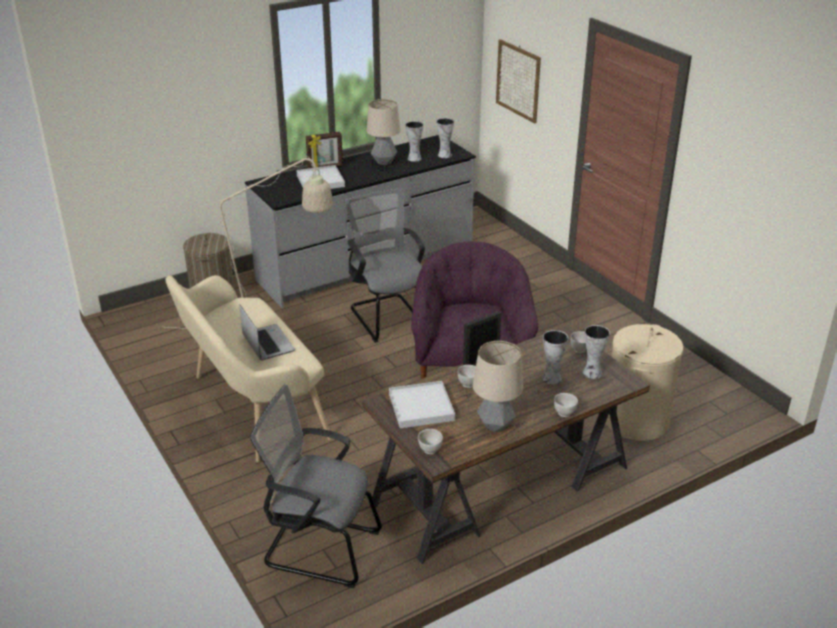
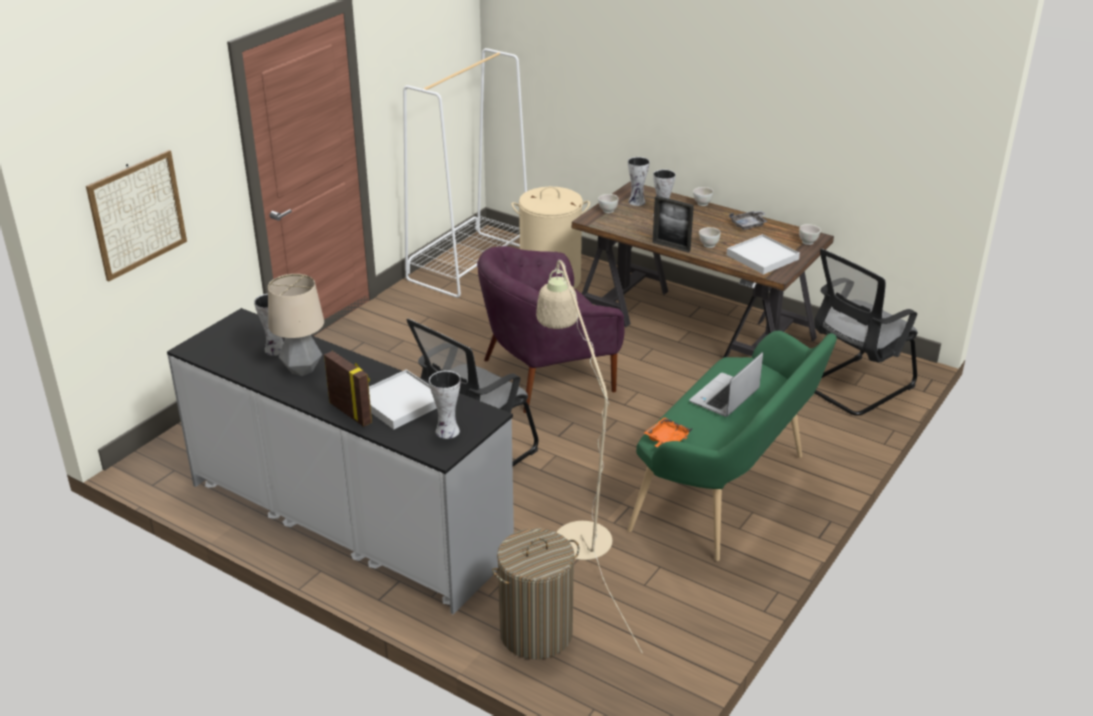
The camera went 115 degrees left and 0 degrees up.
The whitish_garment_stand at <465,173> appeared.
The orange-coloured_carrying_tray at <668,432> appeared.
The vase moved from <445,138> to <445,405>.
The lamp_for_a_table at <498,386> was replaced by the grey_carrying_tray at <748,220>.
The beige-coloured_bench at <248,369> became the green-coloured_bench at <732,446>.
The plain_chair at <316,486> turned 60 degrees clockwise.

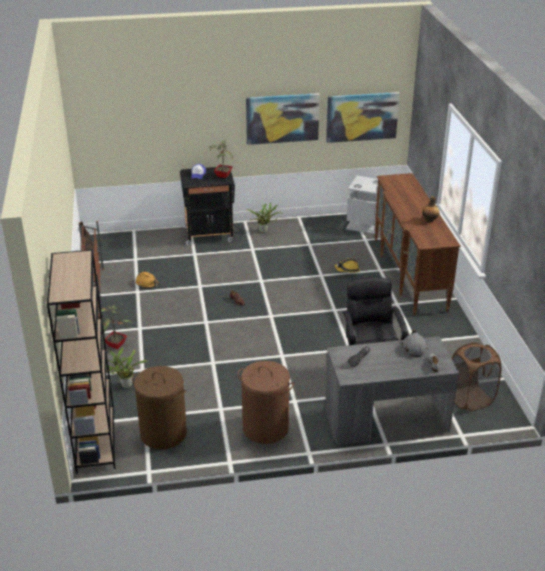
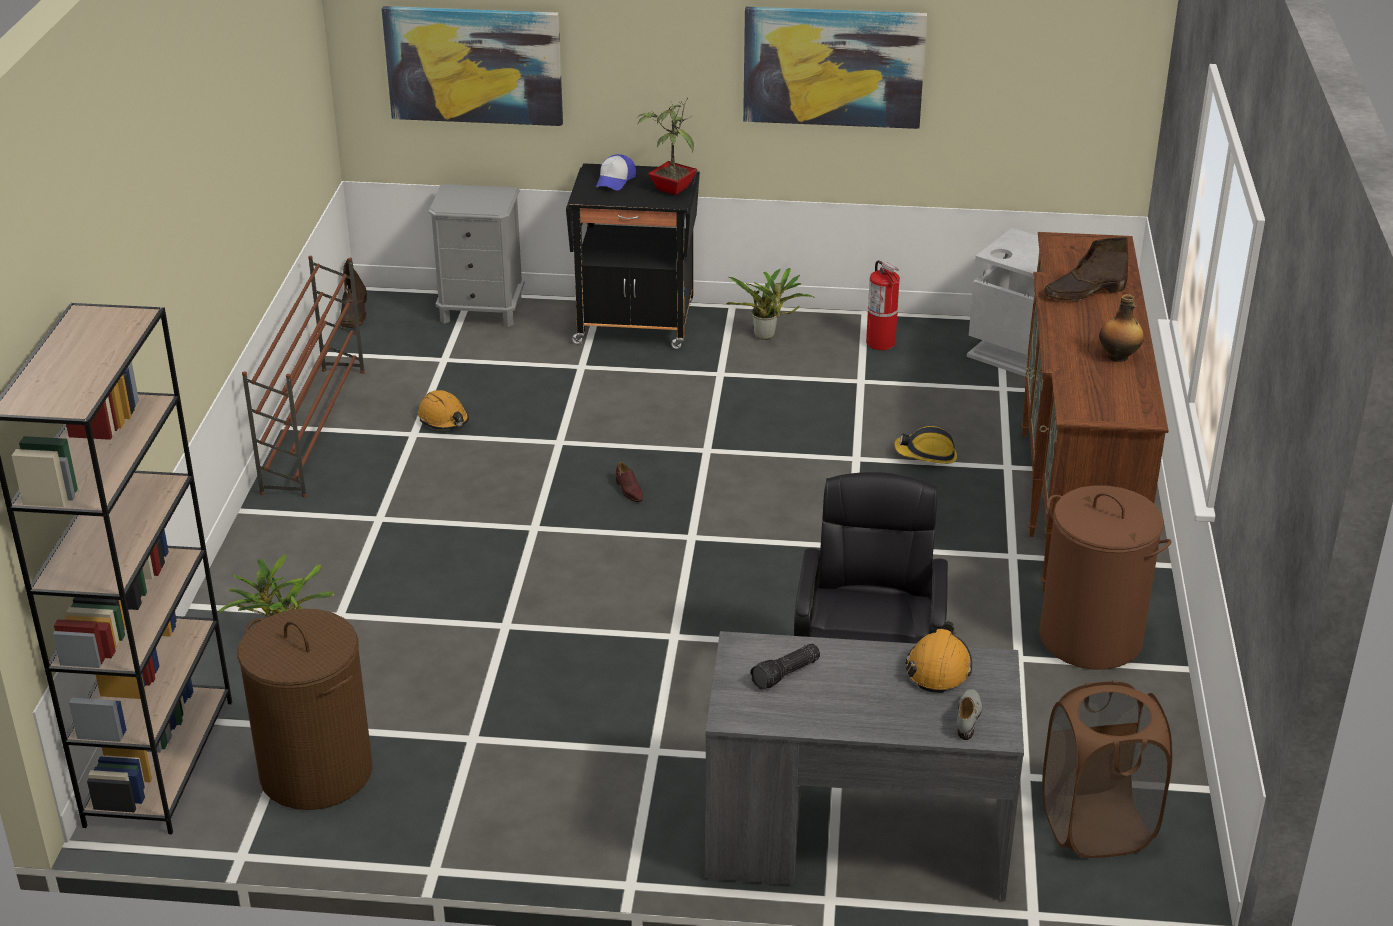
The camera went 15 degrees right and 0 degrees up.
The plant_in_a_pot at <115,327> disappeared.
The grey_night_table at <476,255> appeared.
The extinguisher at <883,305> appeared.
The brown_tall_boot at <1086,269> appeared.
The brown_washing_basket moved from <266,402> to <1105,577>.
The picture moved from <363,117> to <472,66>.
The grey_work_helmet at <415,343> became the orange-coloured_work_helmet at <938,657>.

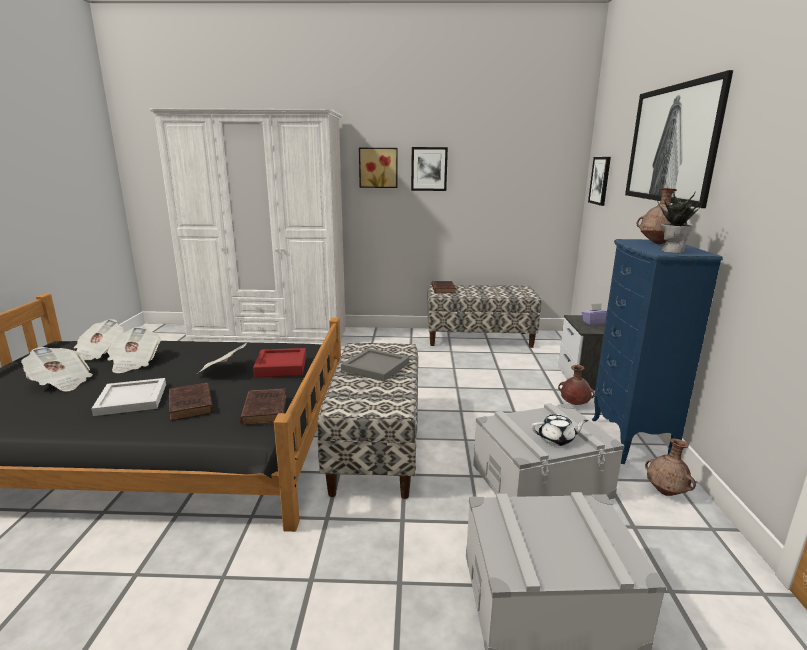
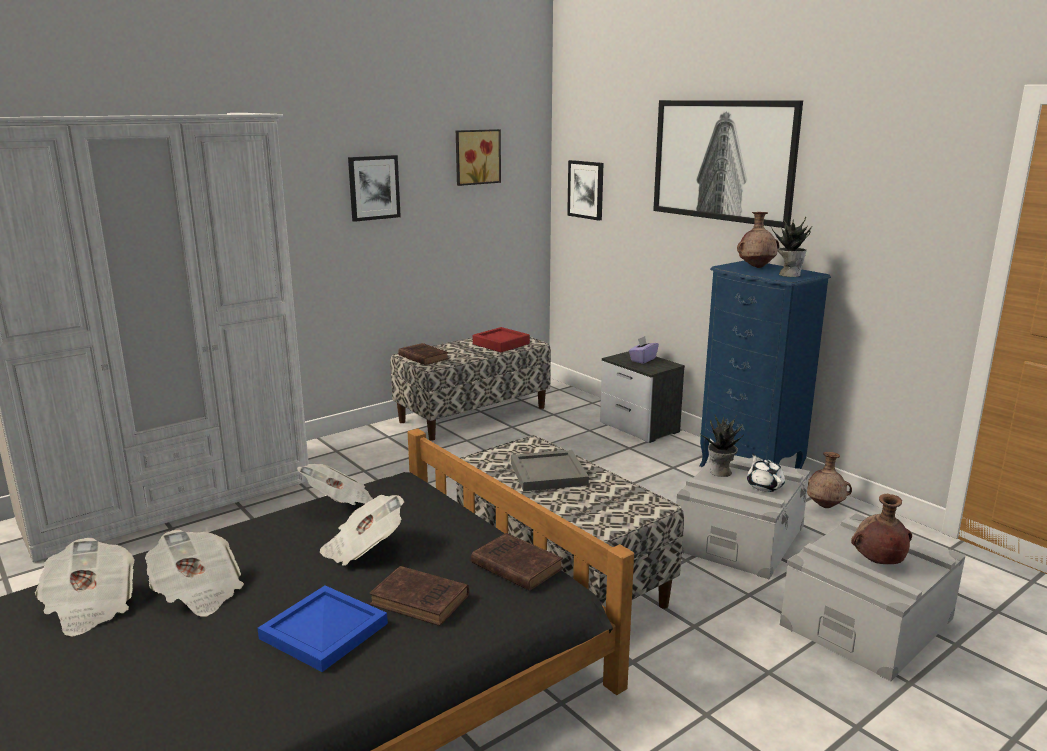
The camera went 40 degrees left and 0 degrees up.
The plant_in_a_pot at <723,446> appeared.
The newspaper moved from <57,369> to <335,484>.
The reddish_carrying_tray moved from <279,363> to <501,339>.
The picture moved from <378,168> to <478,157>.
The brown_vase moved from <576,385> to <881,529>.
The whitish_carrying_tray at <128,397> became the blue-coloured_carrying_tray at <322,628>.
The whitish_teapot at <560,430> turned 60 degrees counterclockwise.

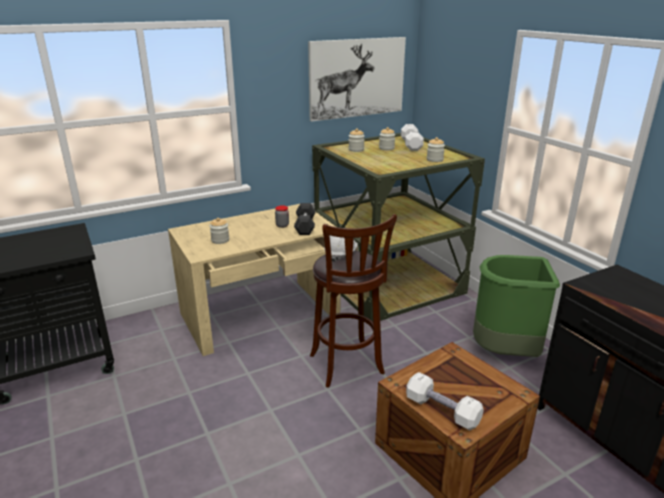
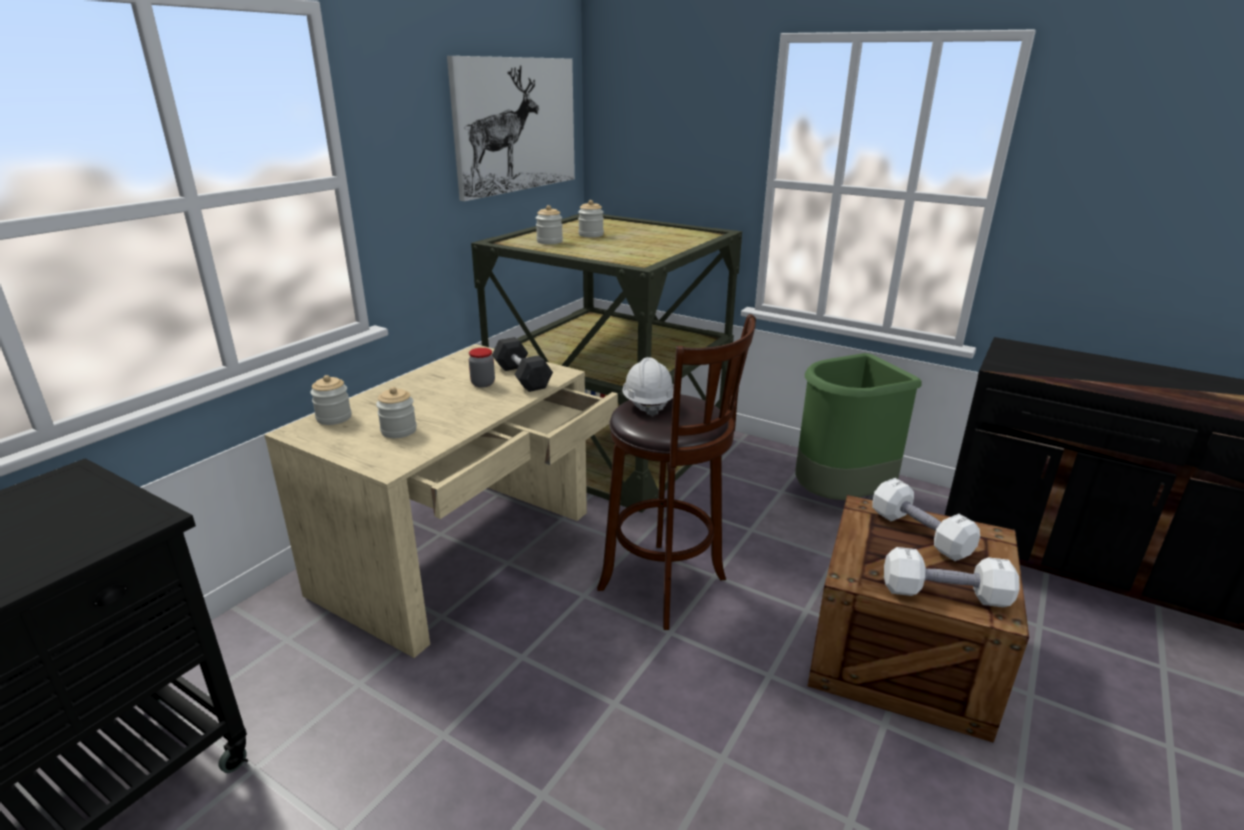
The camera went 30 degrees left and 0 degrees up.
The whitish_free_weight moved from <412,137> to <926,519>.
The storage_jar moved from <436,149> to <330,400>.

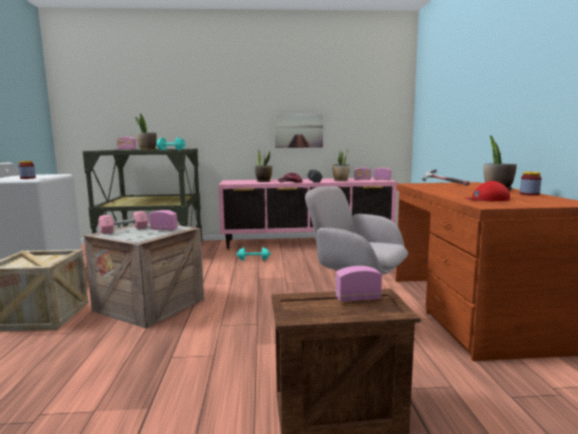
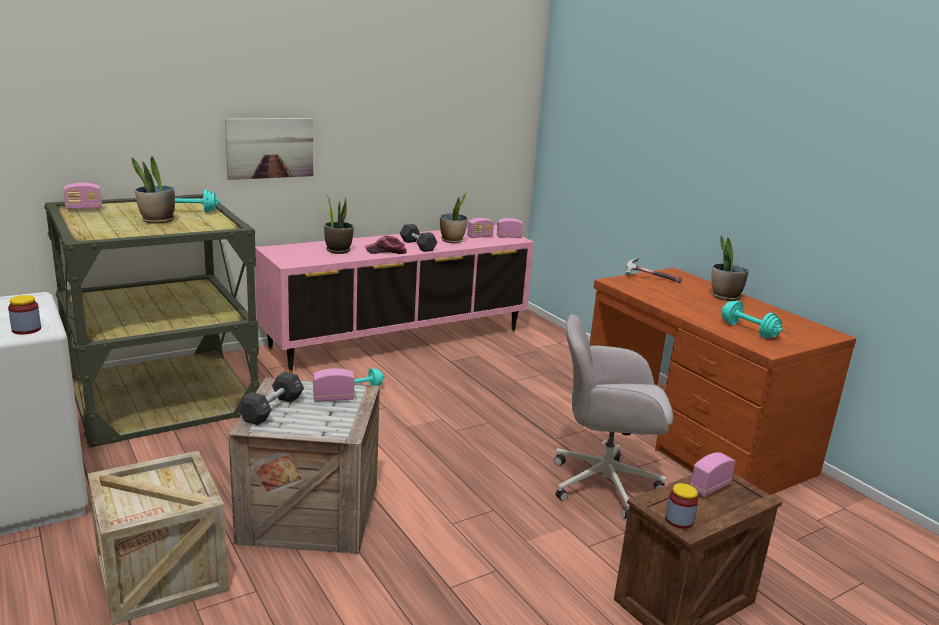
The camera went 30 degrees left and 10 degrees up.
The picture moved from <299,131> to <269,149>.
The storage_jar moved from <531,184> to <682,506>.
The reddish_baseball_cap at <487,191> was replaced by the turquoise-coloured_free_weight at <752,319>.
The pink_free_weight at <123,222> became the blackish_free_weight at <271,398>.

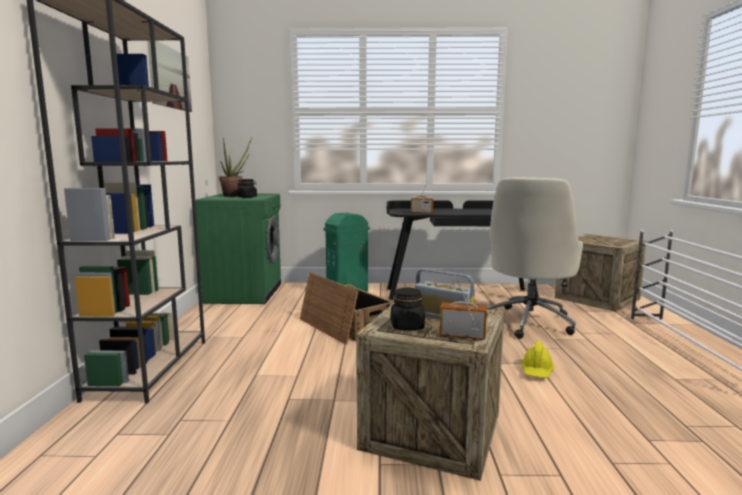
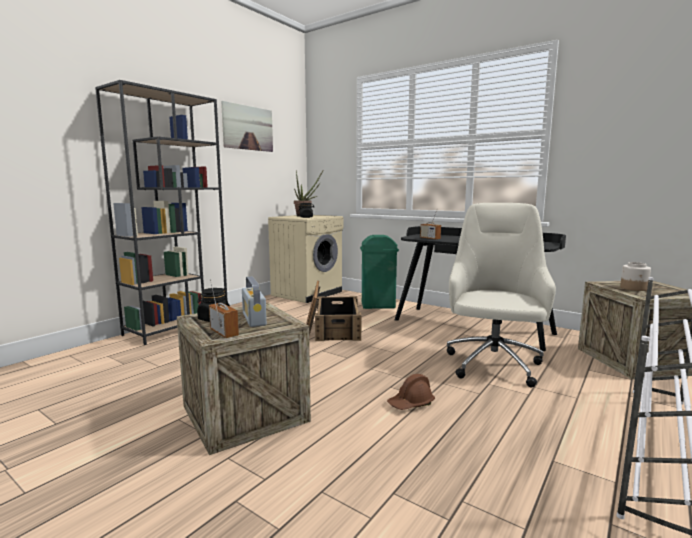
The camera went 35 degrees right and 0 degrees up.
The storage_jar at <635,276> appeared.
The green-coloured_laundry_appliance at <238,249> became the beige-coloured_laundry_appliance at <306,259>.
The yellowish_work_helmet at <537,360> became the brown_work_helmet at <411,392>.
The beige-coloured_office_chair at <535,258> turned 135 degrees clockwise.

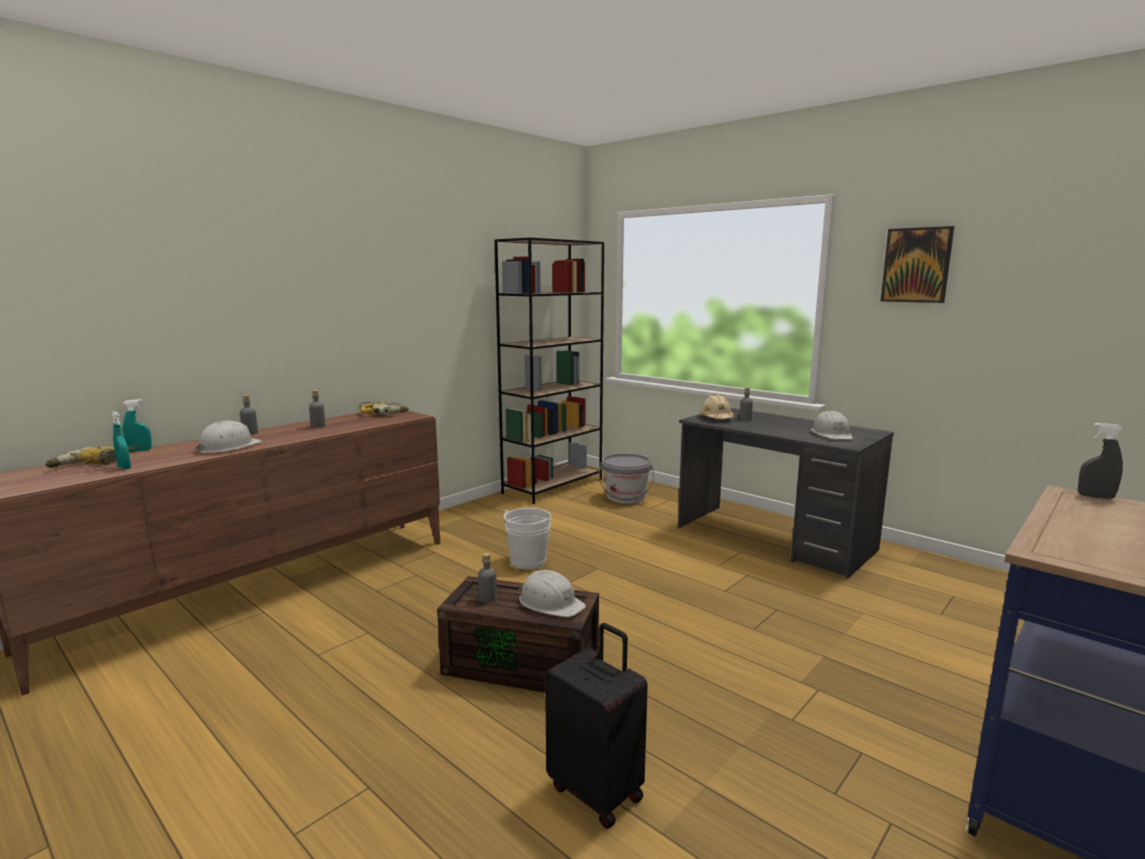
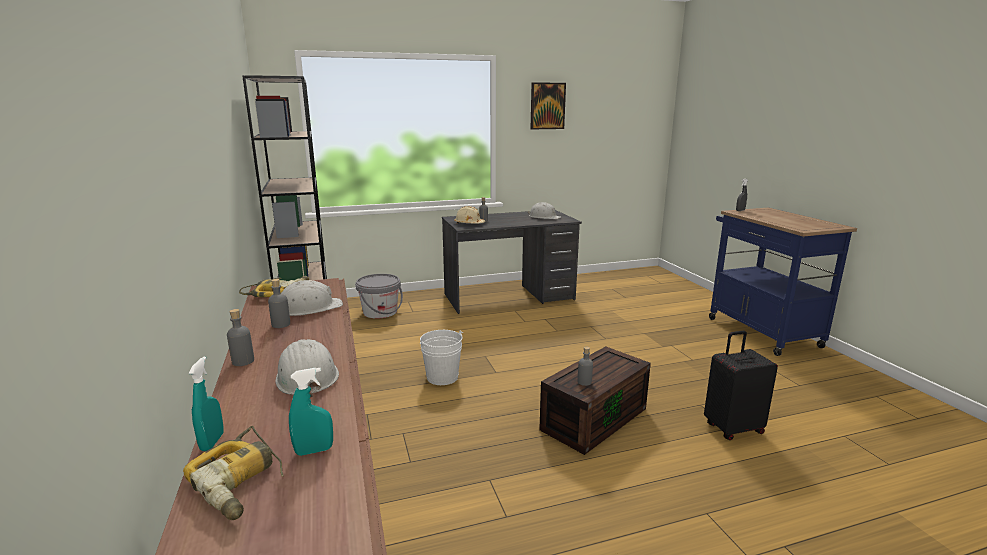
The camera went 60 degrees left and 5 degrees up.
The whitish_work_helmet moved from <552,593> to <312,298>.

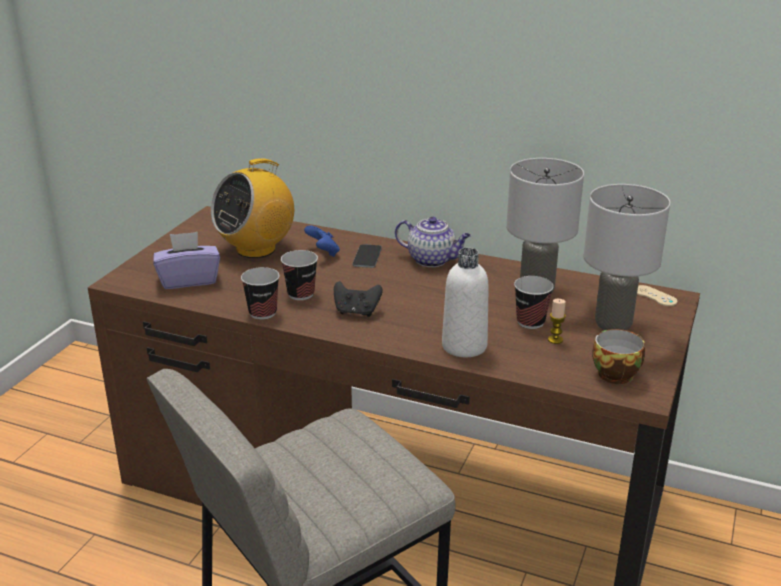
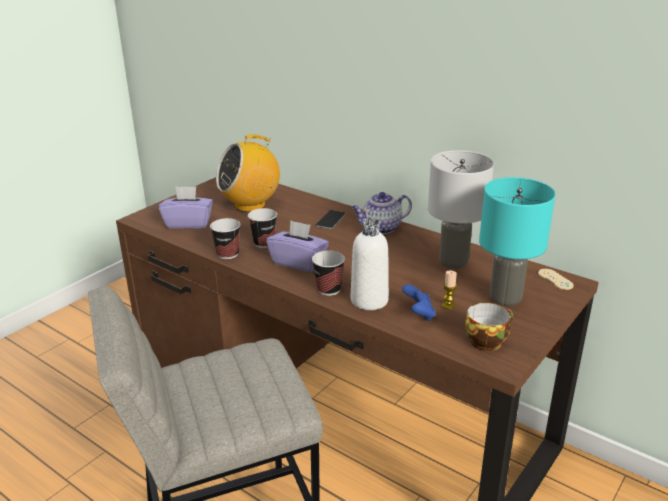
The camera went 15 degrees right and 0 degrees up.
The blue-coloured_game_controller moved from <322,241> to <419,302>.
The cup moved from <534,302> to <328,273>.
The blackish_game_controller at <358,299> was replaced by the purple-coloured_tissue_box at <297,246>.
The whitish_lamp_for_a_table at <626,257> became the turquoise-coloured_lamp_for_a_table at <517,242>.
The teapot at <433,242> turned 120 degrees clockwise.

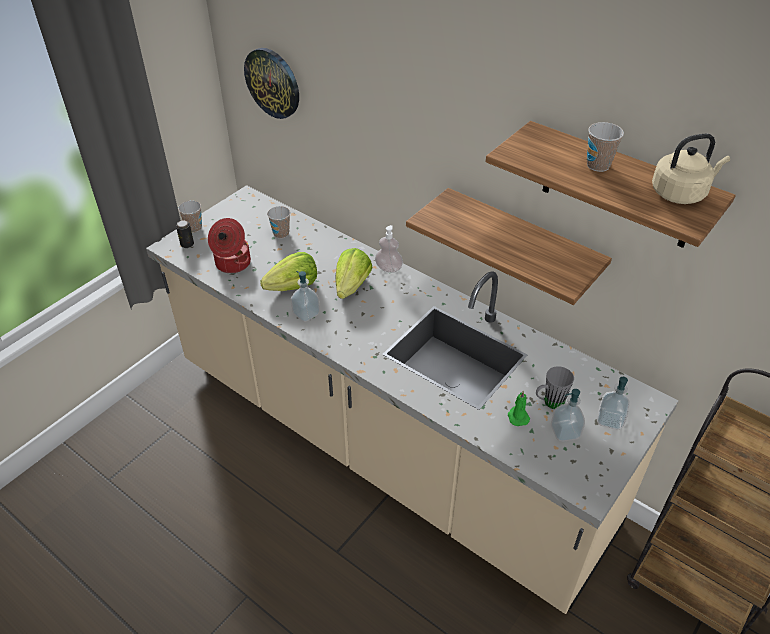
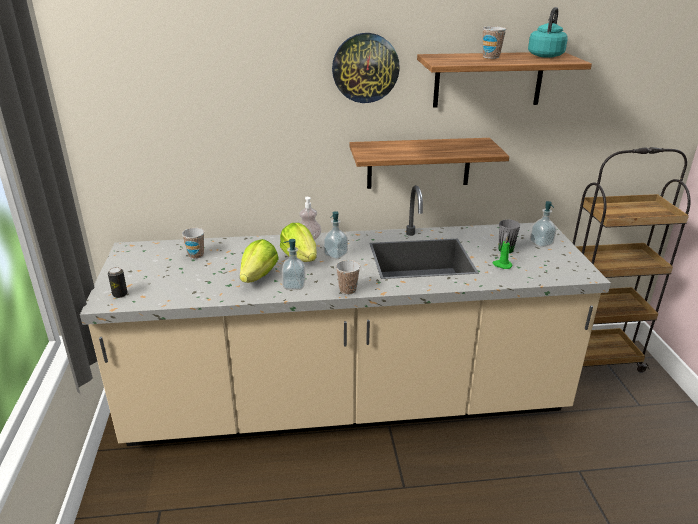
The camera went 45 degrees left and 15 degrees down.
The stockpot at <229,245> disappeared.
The cup moved from <190,216> to <348,277>.
The hanging_clock moved from <271,83> to <366,68>.
The soap_dispenser moved from <568,415> to <335,235>.
The beige-coloured_kettle at <691,168> became the turquoise-coloured_kettle at <548,32>.

